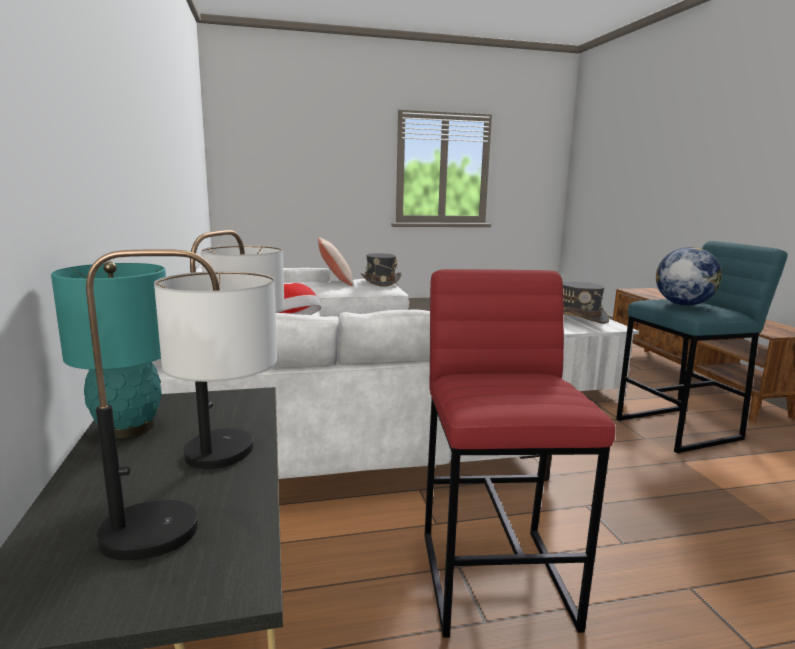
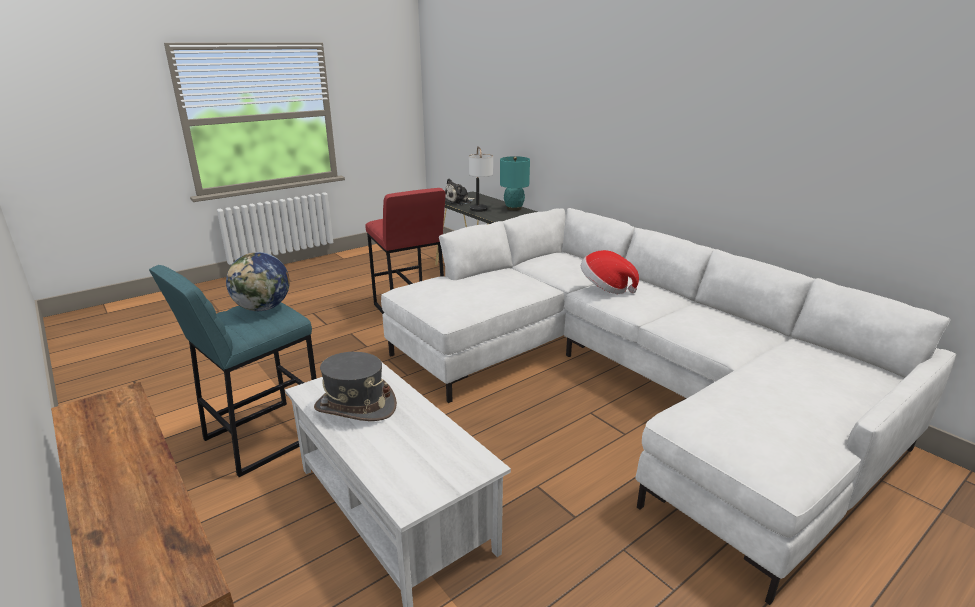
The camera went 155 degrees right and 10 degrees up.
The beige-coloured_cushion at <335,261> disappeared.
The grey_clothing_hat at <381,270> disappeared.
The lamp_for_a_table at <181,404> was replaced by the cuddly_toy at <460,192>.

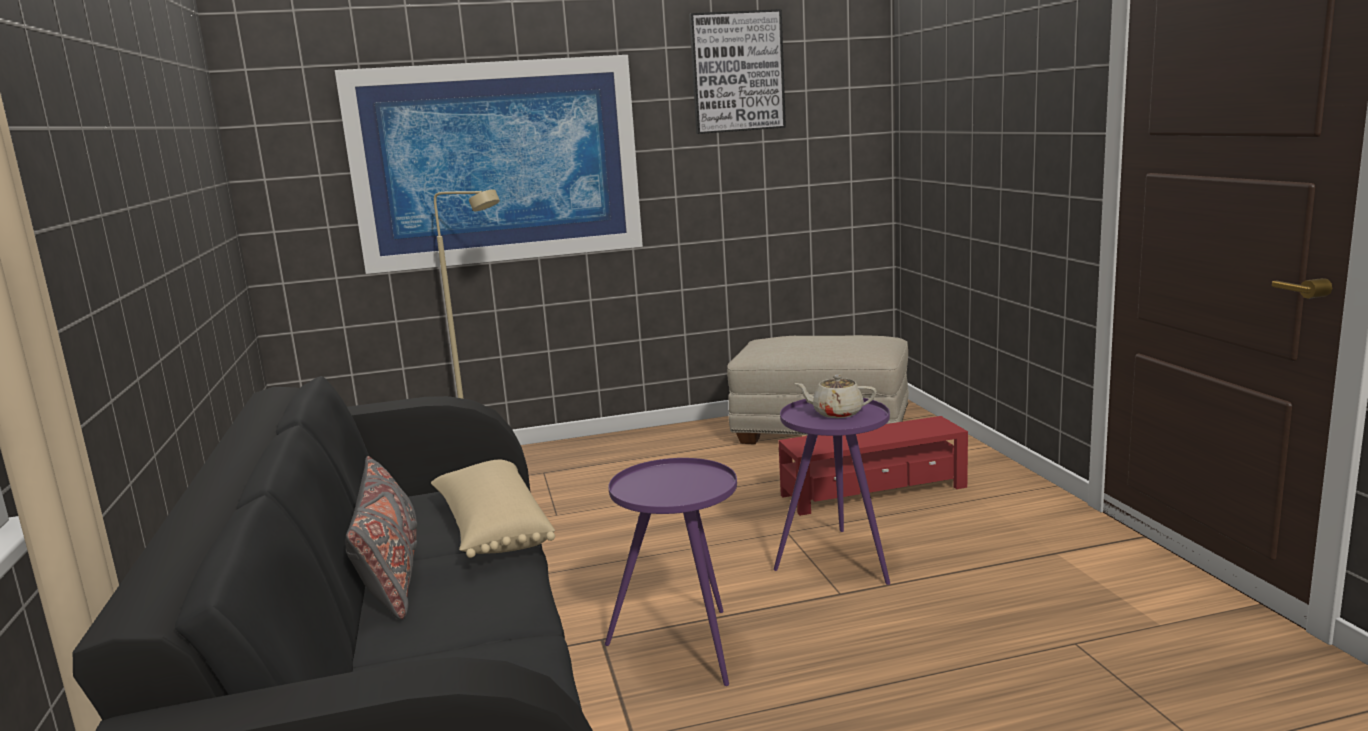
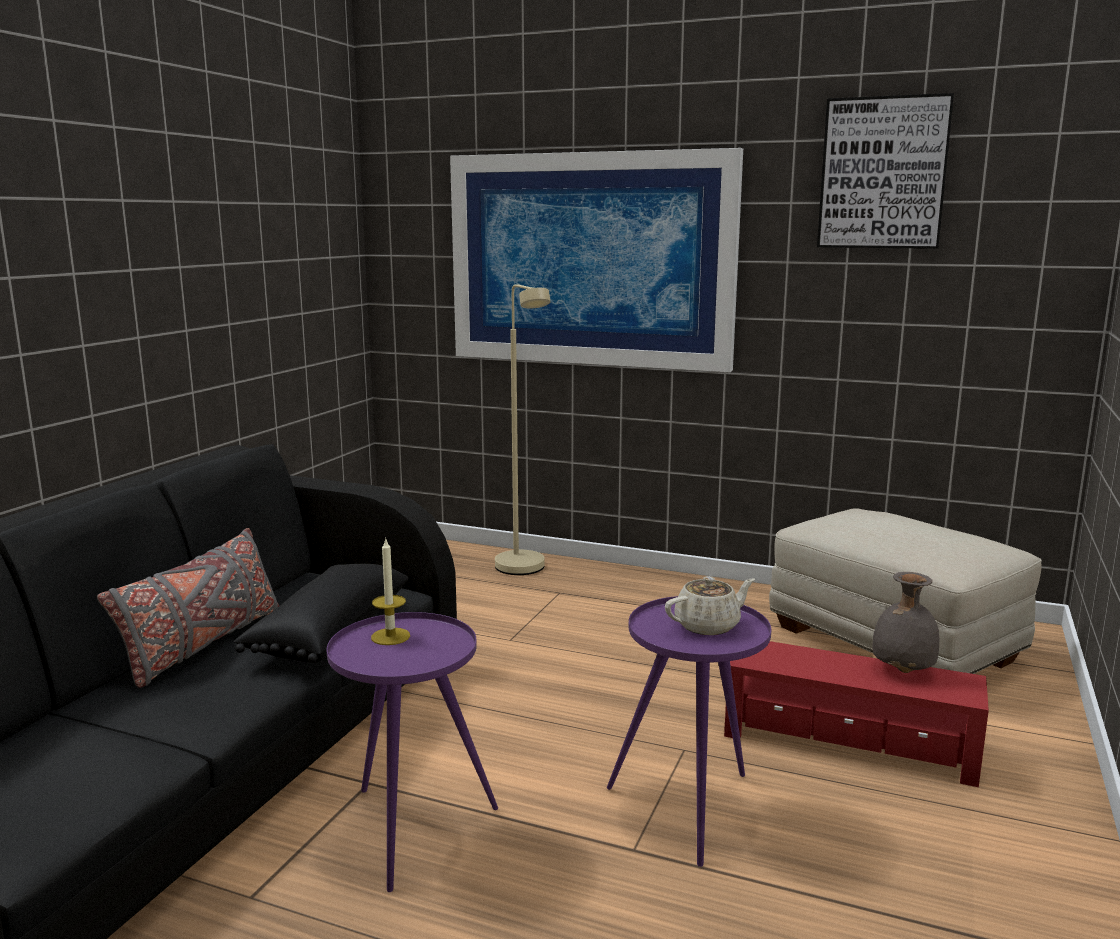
The camera went 35 degrees right and 0 degrees up.
The wax_light at <390,592> appeared.
The grey_vase at <906,622> appeared.
The beige-coloured_cushion at <493,509> became the blackish_cushion at <321,613>.
The beige-coloured_teapot at <835,396> turned 105 degrees clockwise.

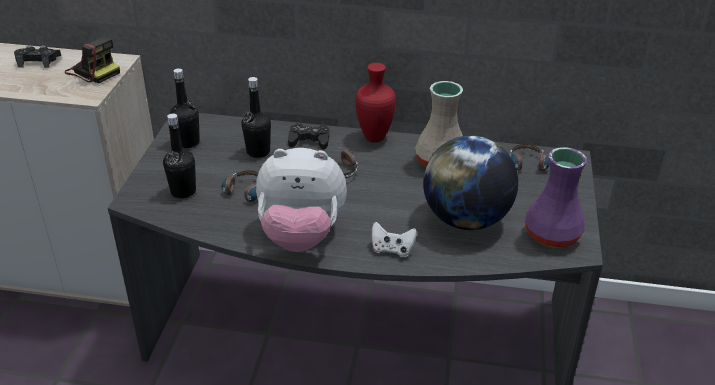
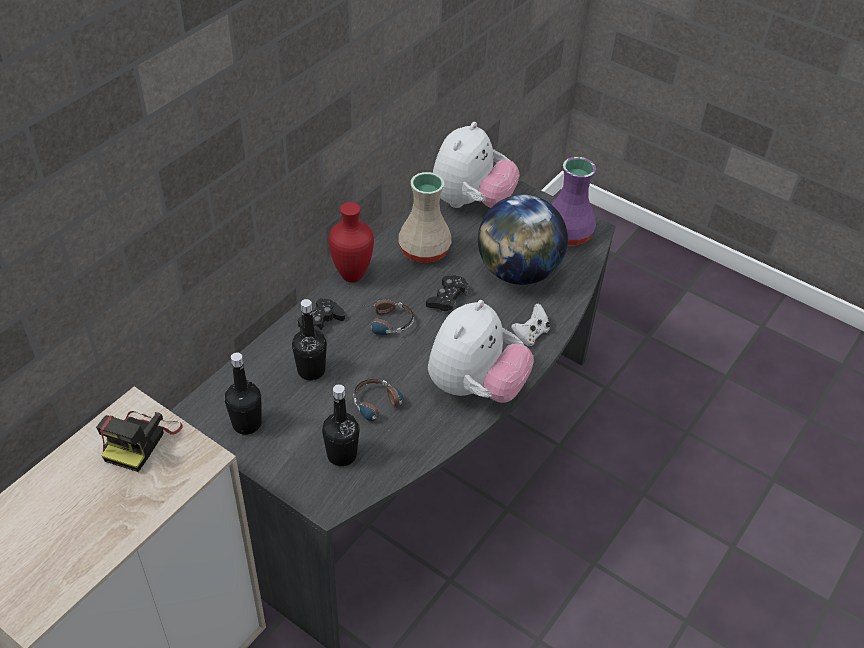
The camera went 65 degrees left and 10 degrees up.
The blackish_game_controller moved from <37,56> to <447,293>.
The pair_of_headphones at <530,160> was replaced by the cuddly_toy at <476,165>.
The photo_camera at <92,60> turned 135 degrees clockwise.

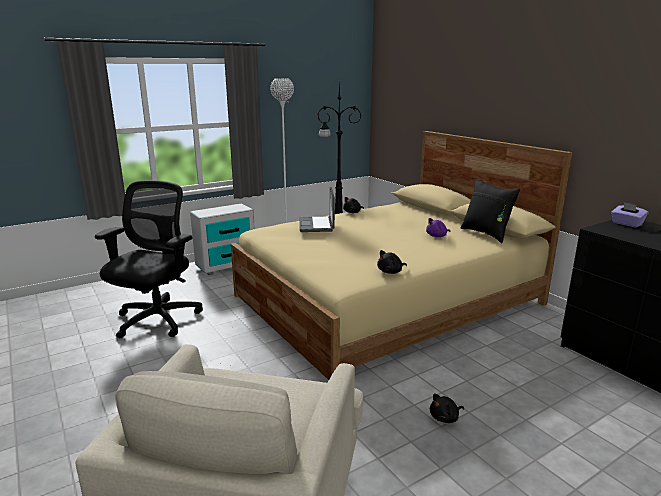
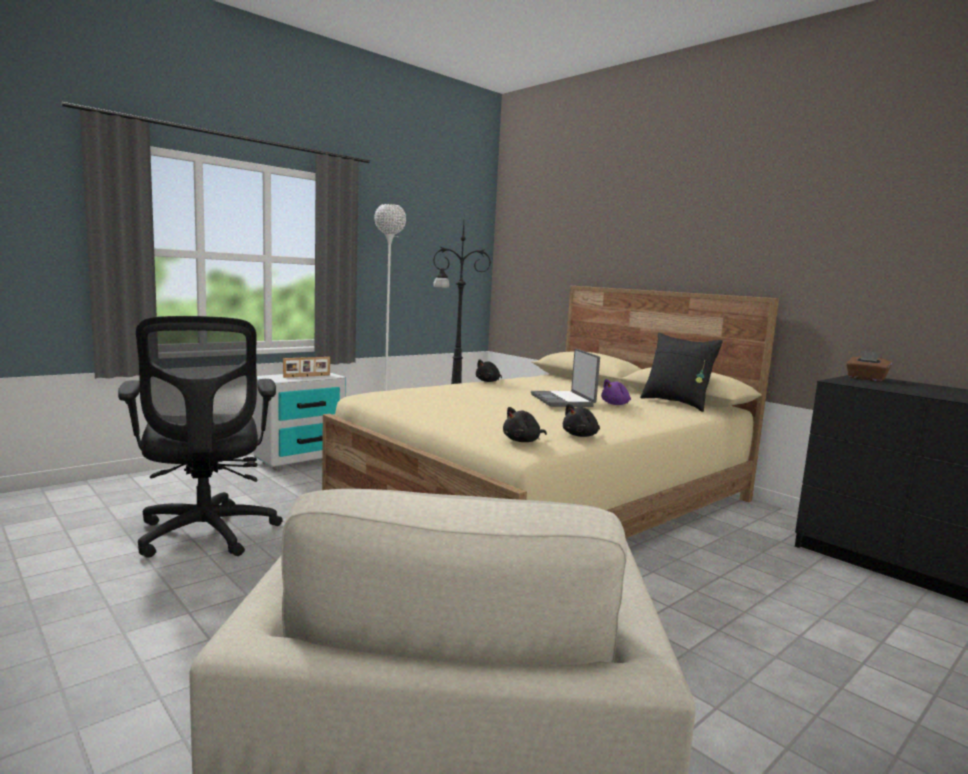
The camera went 10 degrees left and 10 degrees down.
The photo_frame at <306,367> appeared.
The notebook_computer moved from <317,209> to <565,378>.
The blackish_cuddly_toy moved from <447,408> to <525,424>.
The purple-coloured_tissue_box at <630,214> became the brown_tissue_box at <869,366>.
The blackish_office_chair at <149,259> turned 150 degrees clockwise.

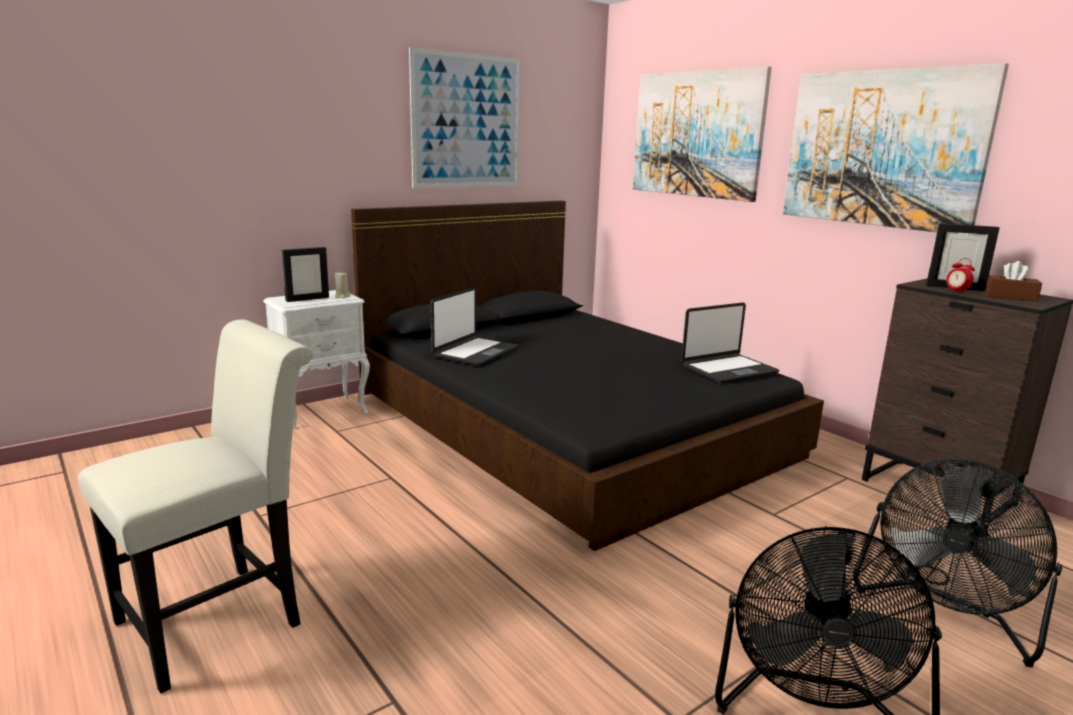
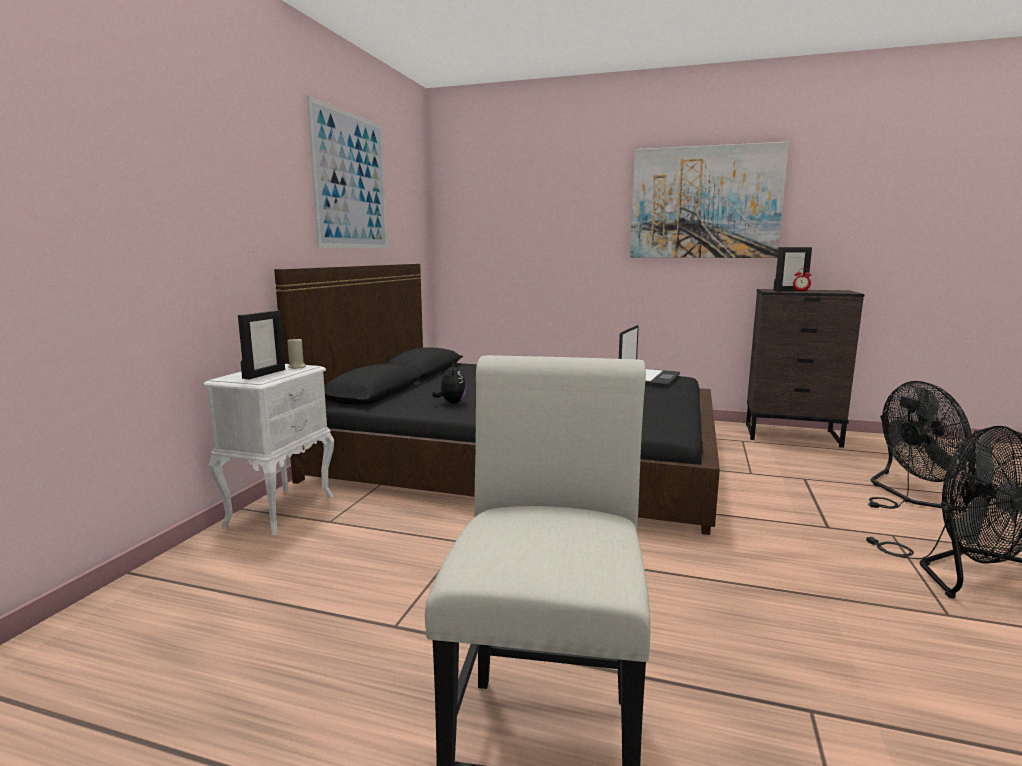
The camera went 35 degrees left and 5 degrees down.
The picture at <702,134> disappeared.
The brown_tissue_box at <1013,281> disappeared.
The notebook_computer at <474,326> was replaced by the cuddly_toy at <449,383>.
The blackish_electric_fan at <958,563> turned 105 degrees counterclockwise.

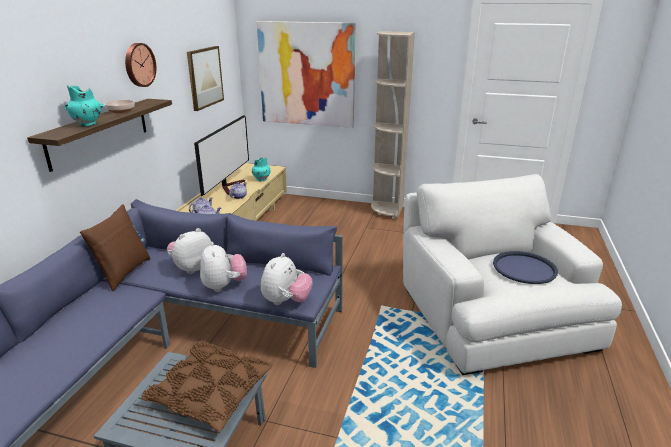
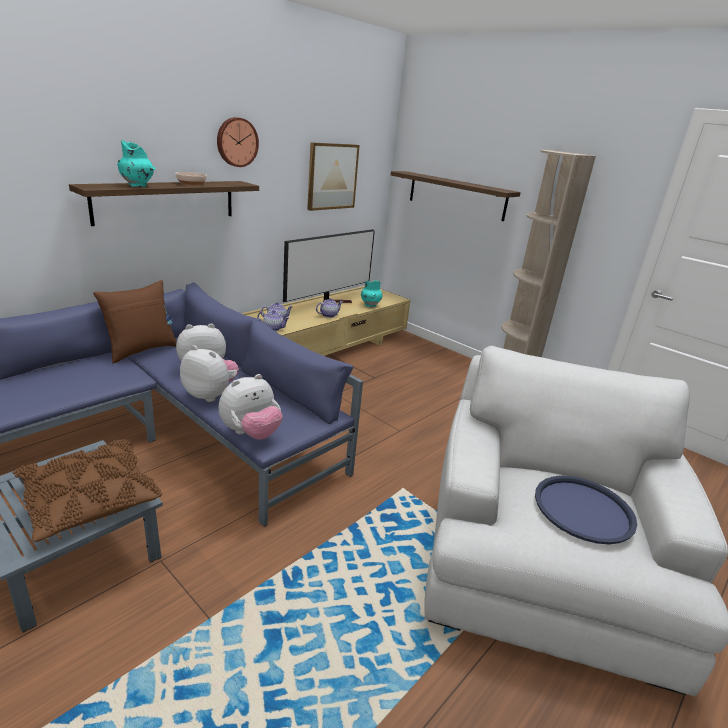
The camera went 25 degrees right and 0 degrees up.
The picture at <306,74> was replaced by the wall_shelf at <456,196>.
The cuddly_toy at <223,267> turned 75 degrees counterclockwise.

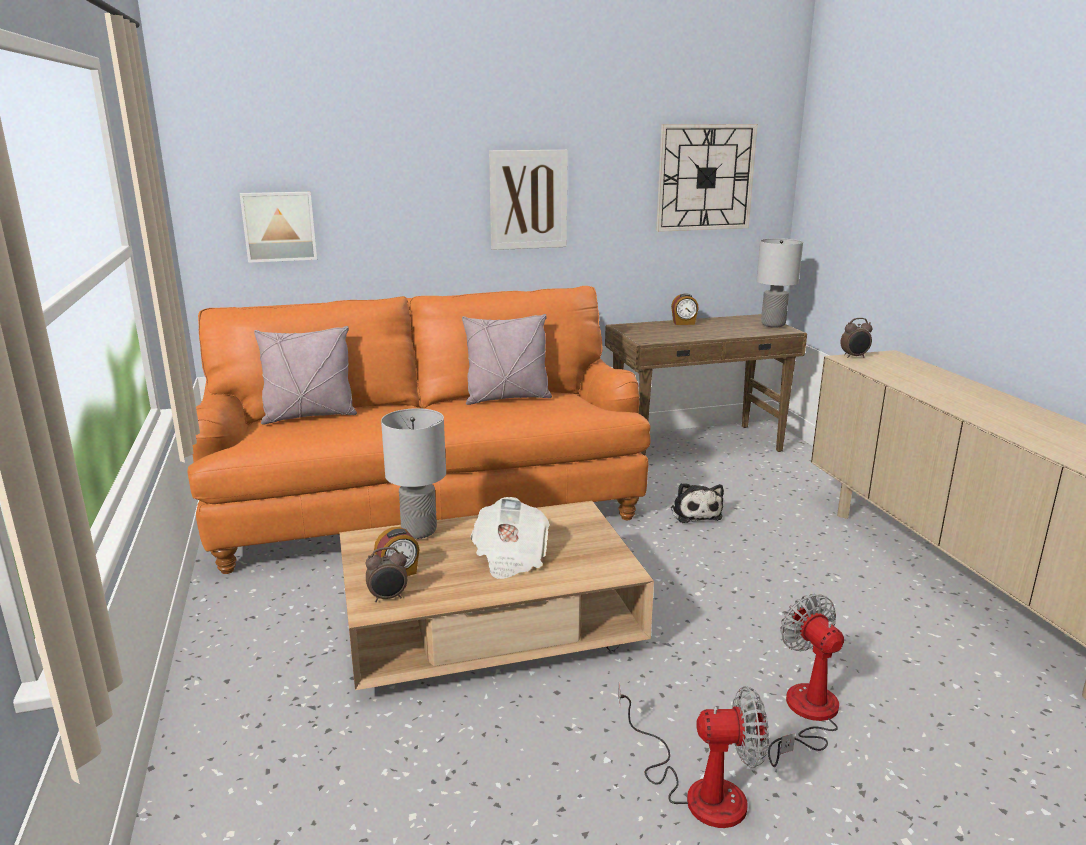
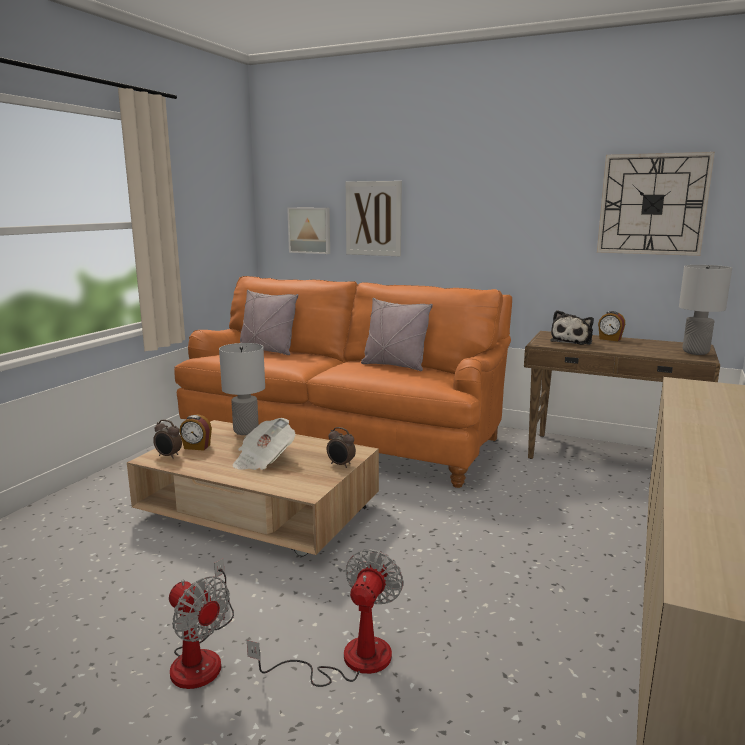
The camera went 40 degrees right and 5 degrees down.
The picture moved from <528,200> to <374,218>.
The cuddly_toy moved from <697,503> to <572,327>.
The table_clock moved from <856,338> to <341,447>.

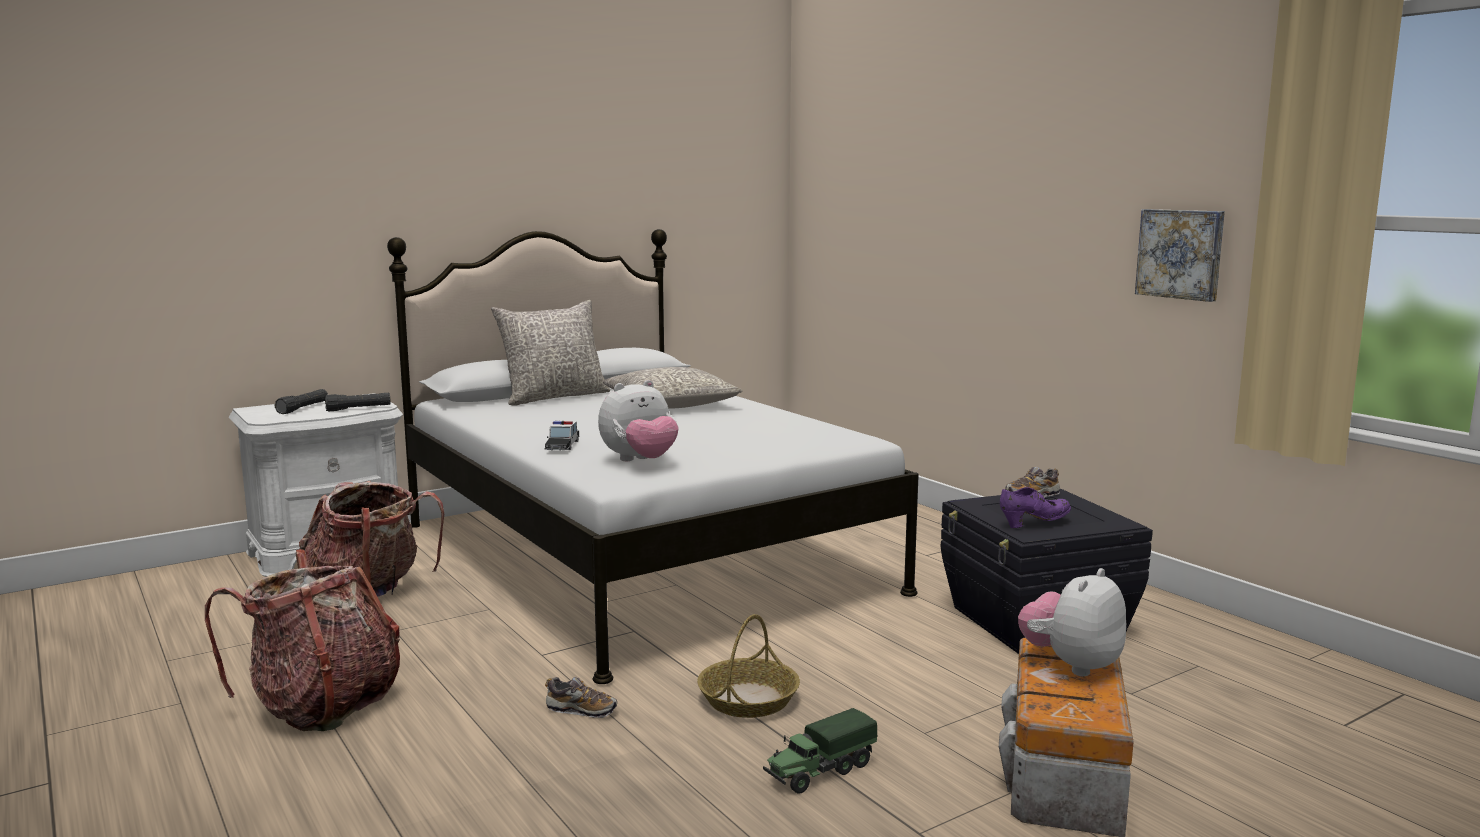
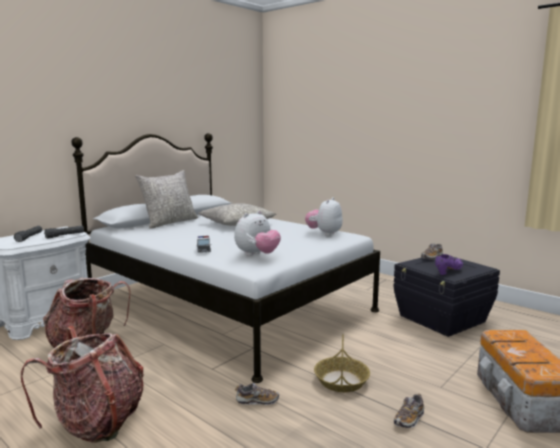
The camera went 15 degrees left and 0 degrees up.
The picture at <1180,255> disappeared.
The cuddly_toy moved from <1072,622> to <324,216>.
The model_truck at <820,751> was replaced by the shoe at <409,411>.

